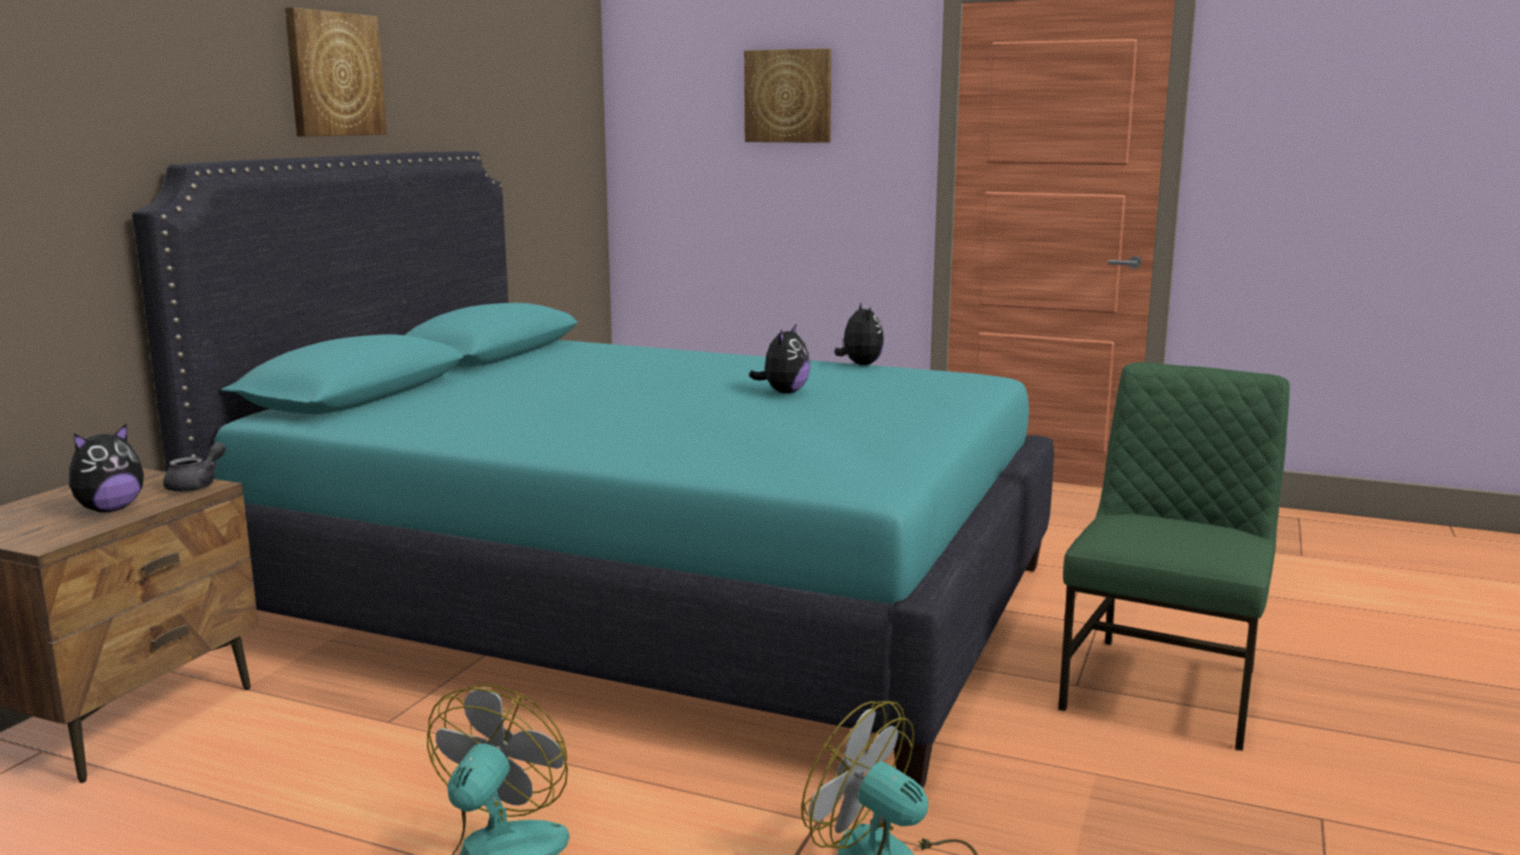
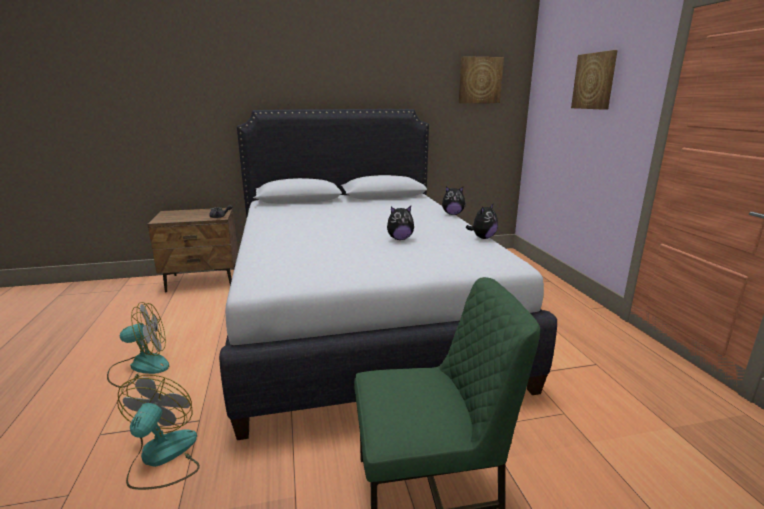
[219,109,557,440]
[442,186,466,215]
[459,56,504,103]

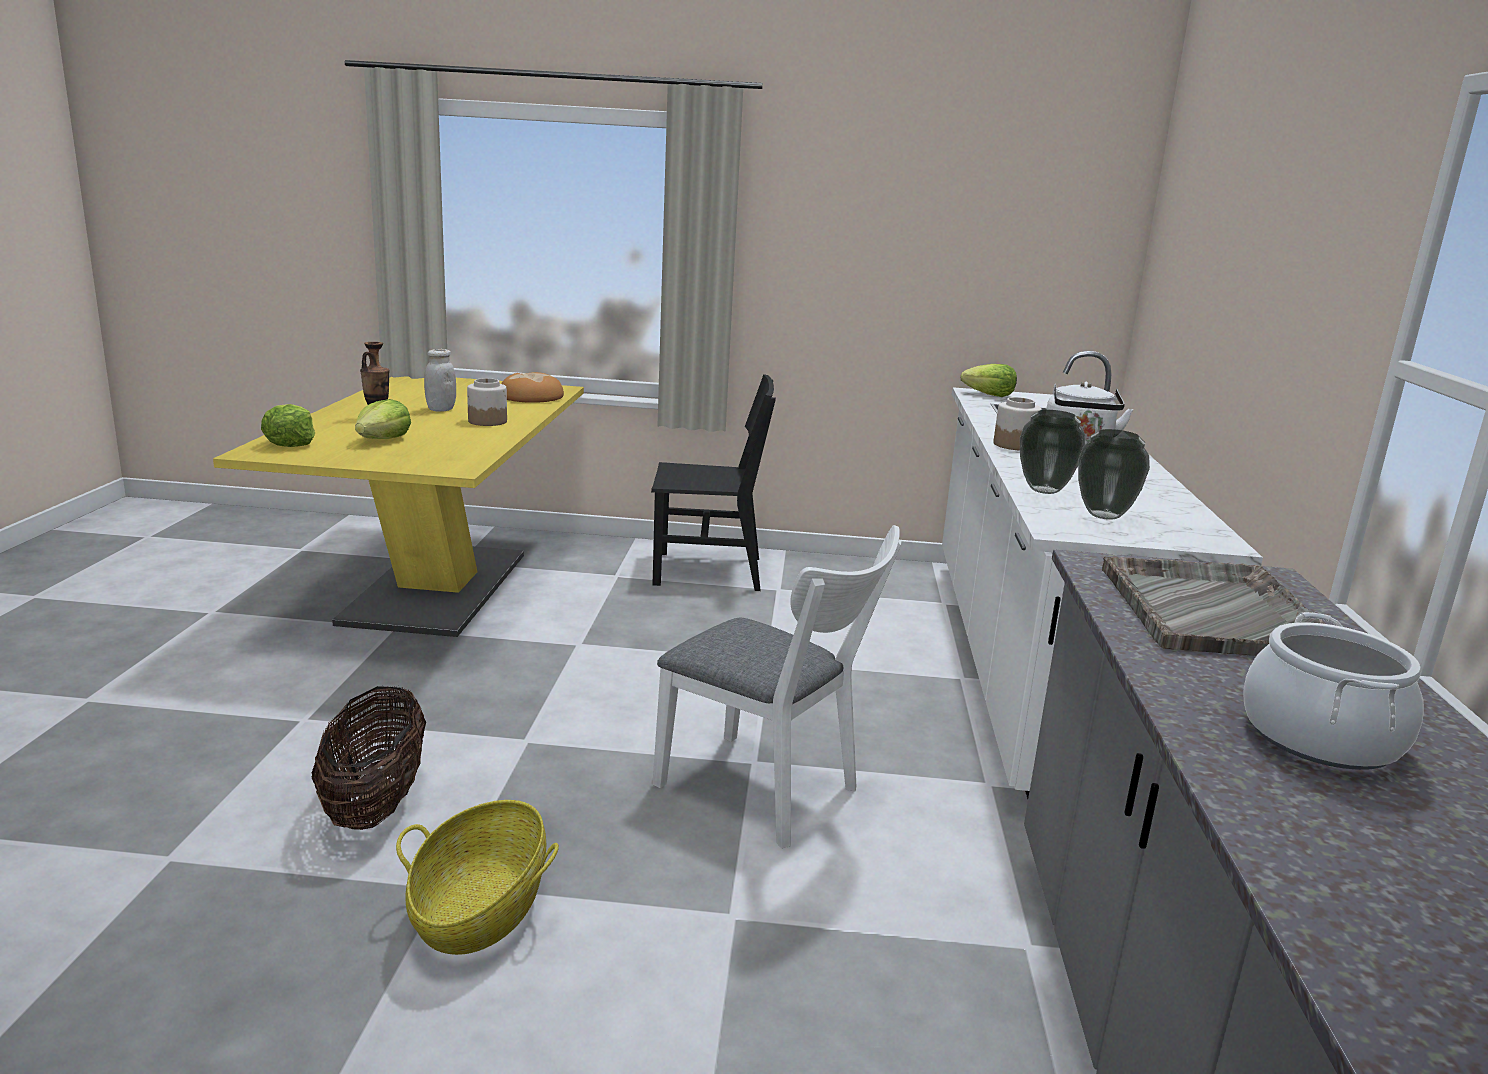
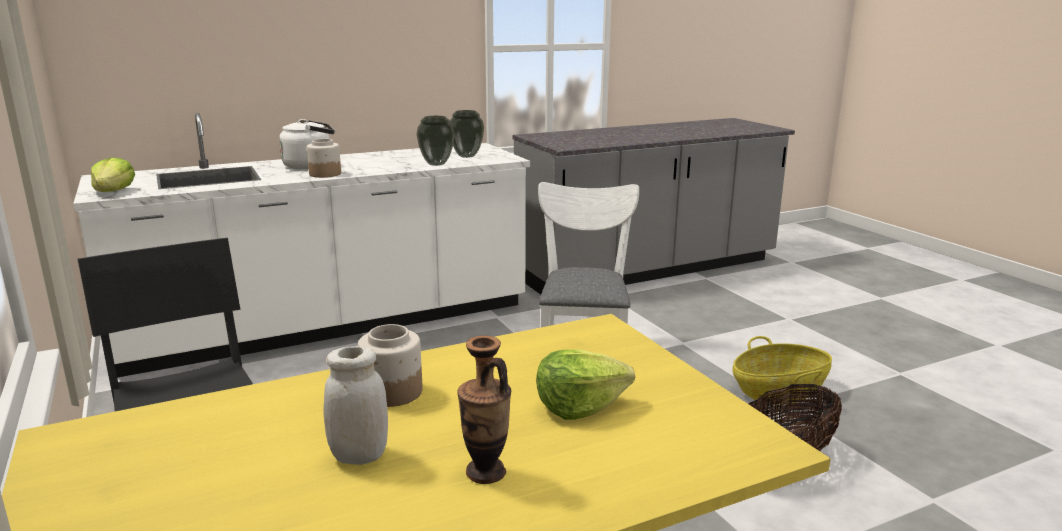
[261,404,315,447] (first image)
[501,372,564,403] (first image)
[1102,556,1325,656] (first image)
[1243,612,1424,770] (first image)

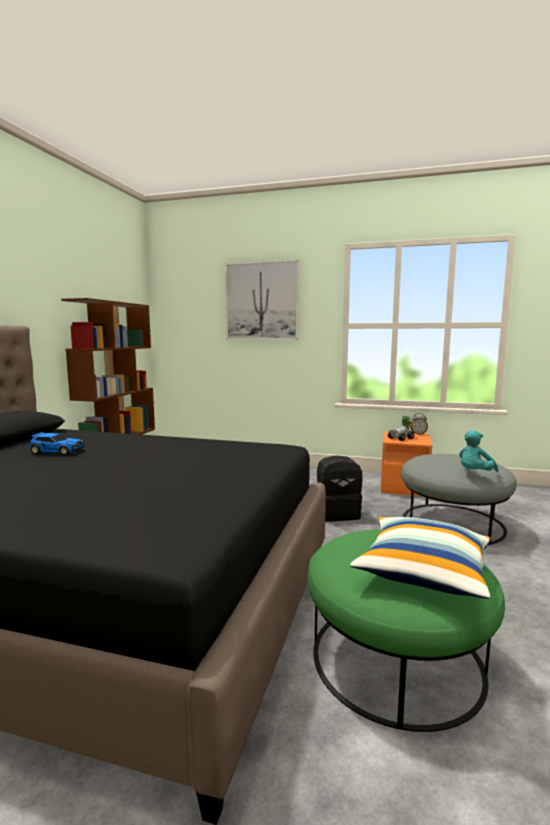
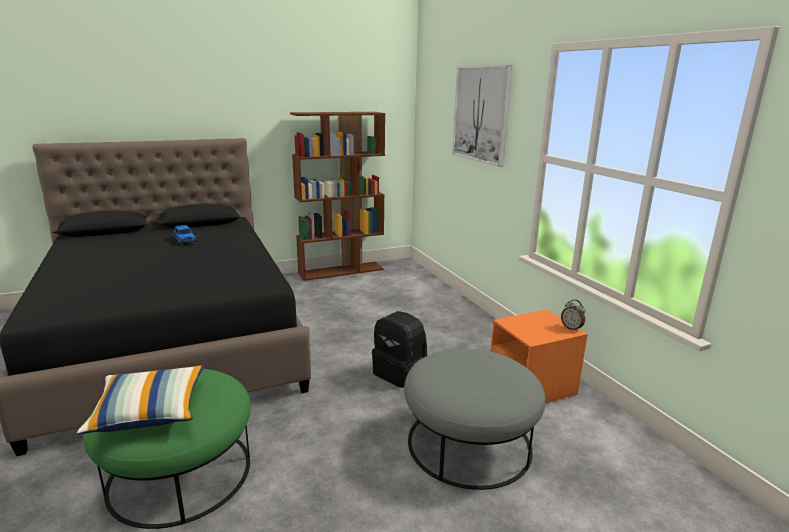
[388,416,415,441] (first image)
[459,430,498,472] (first image)

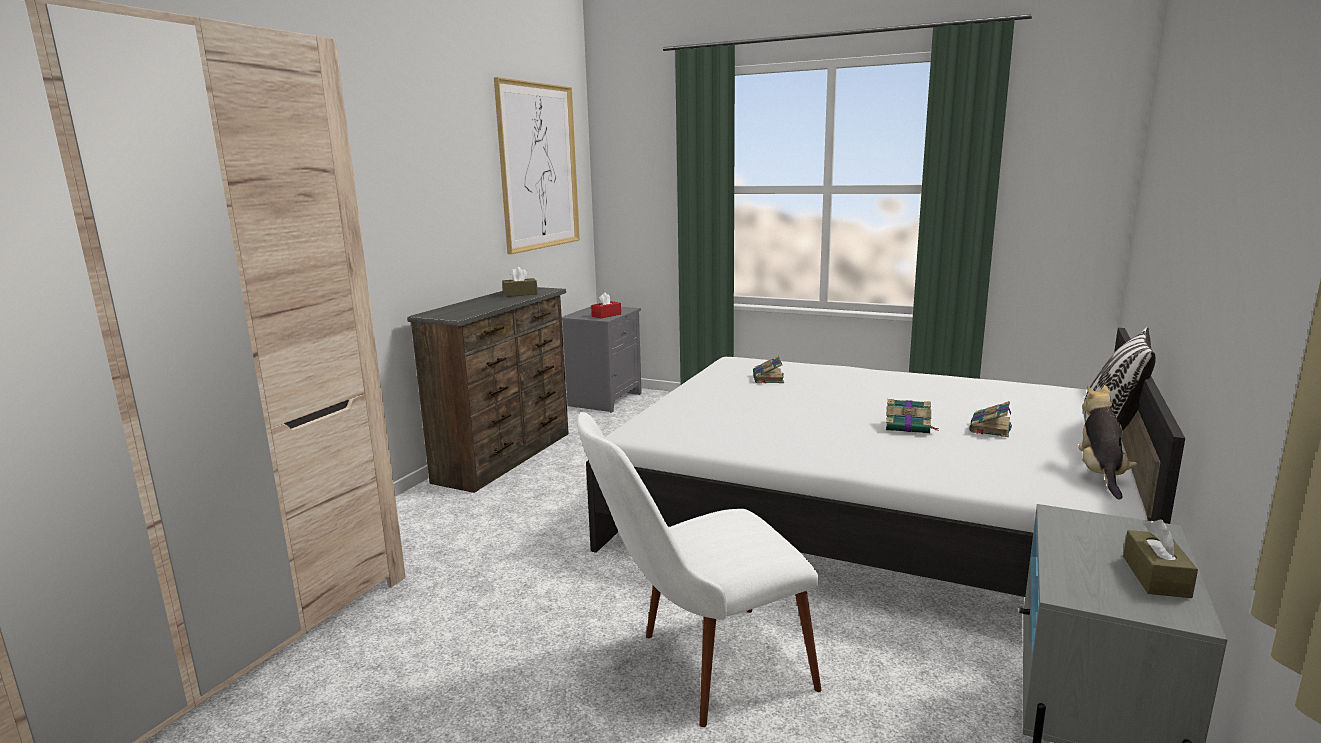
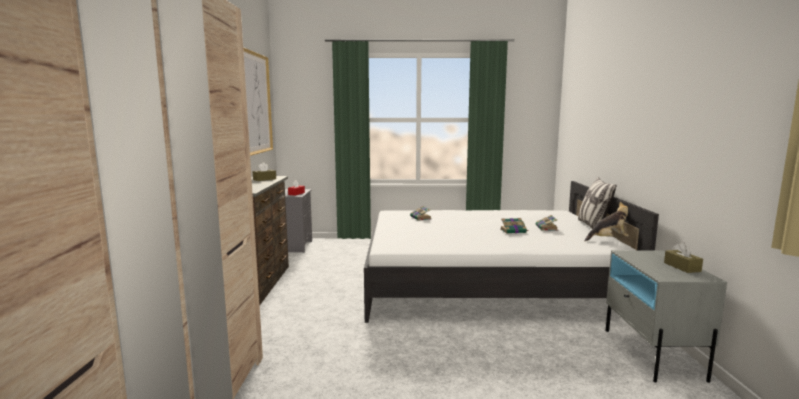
[585,202,629,241]
[577,412,821,727] (first image)

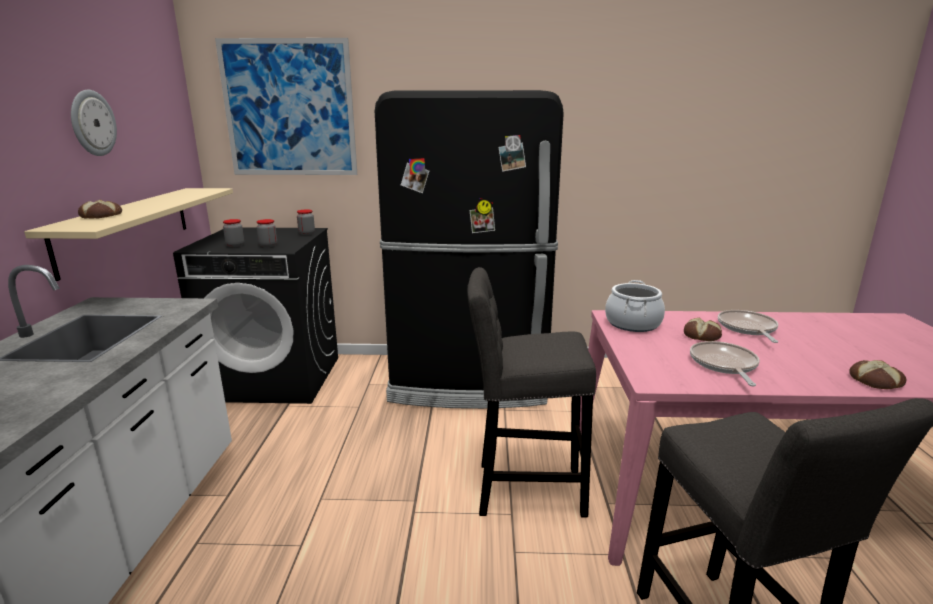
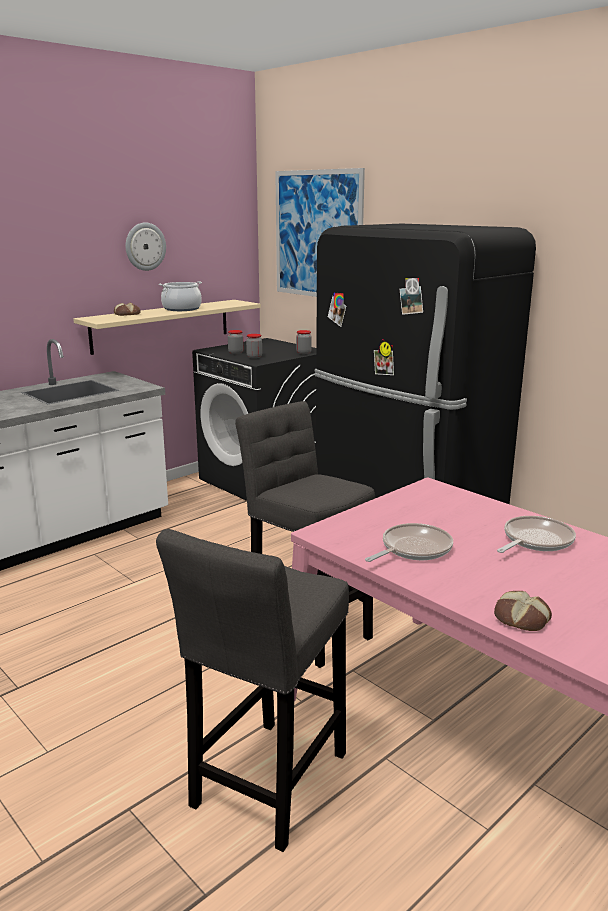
[159,281,202,311]
[684,317,722,341] (first image)

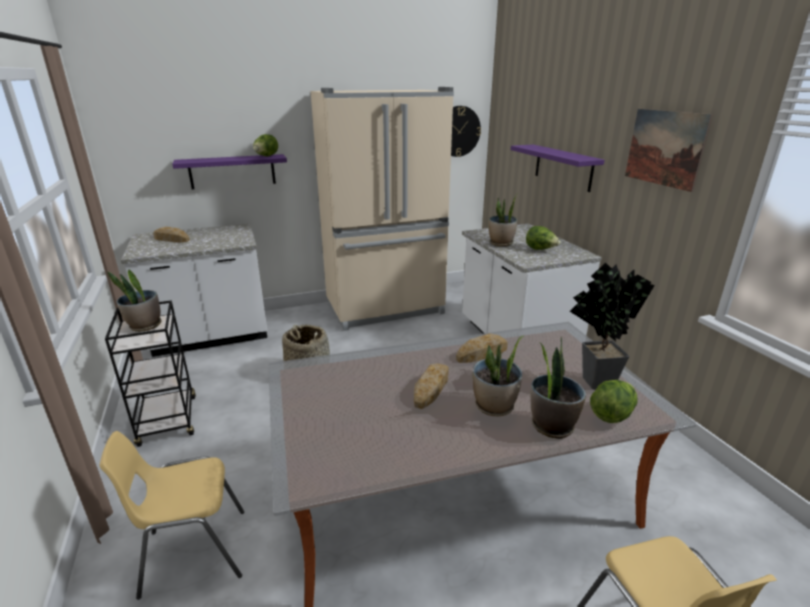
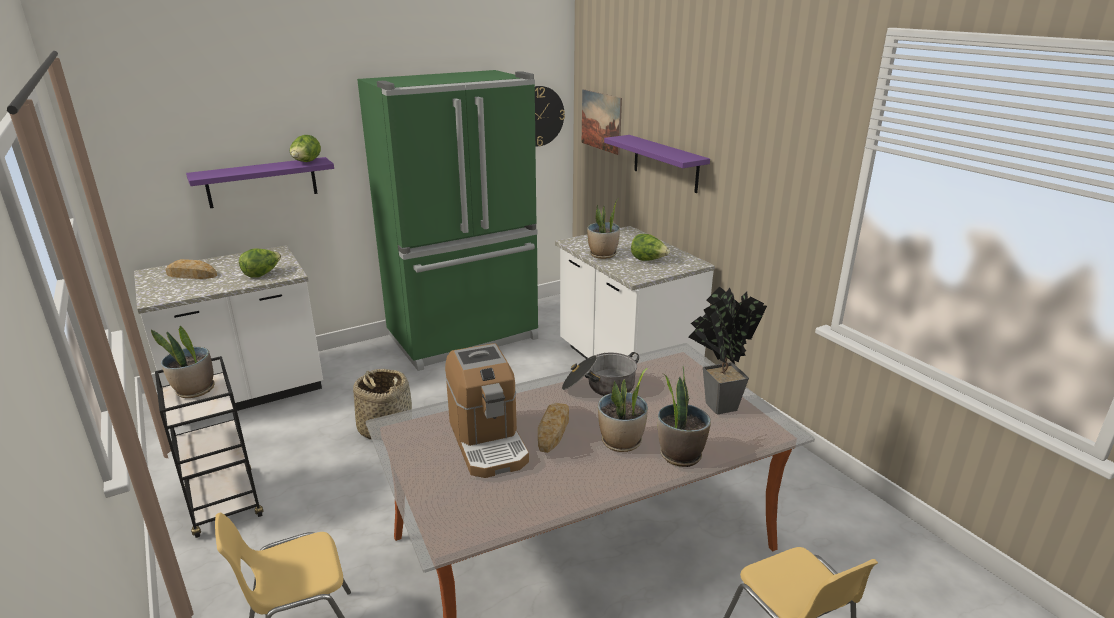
[239,248,281,278]
[357,70,538,371]
[445,343,529,478]
[562,352,639,396]
[582,89,622,155]

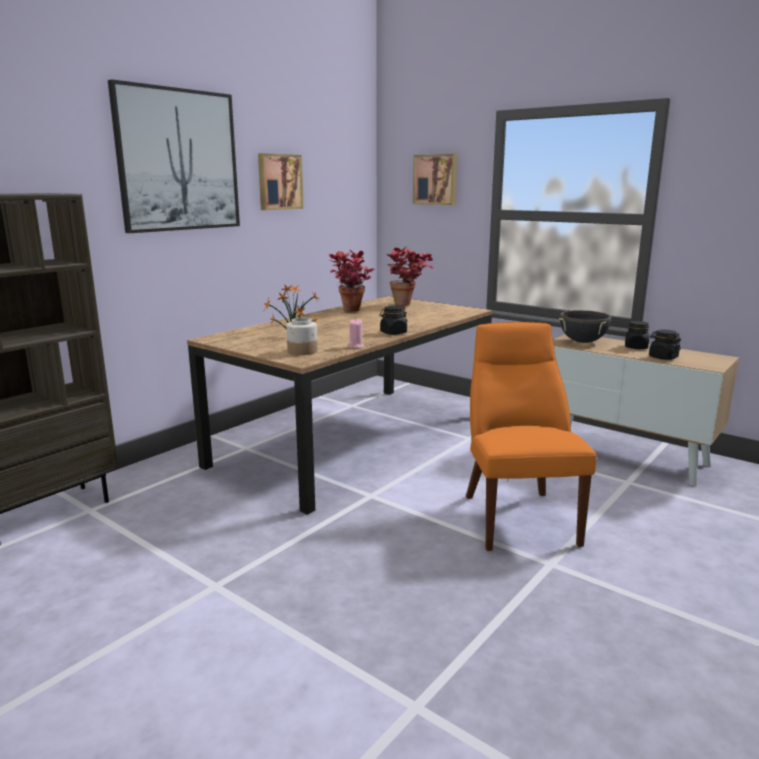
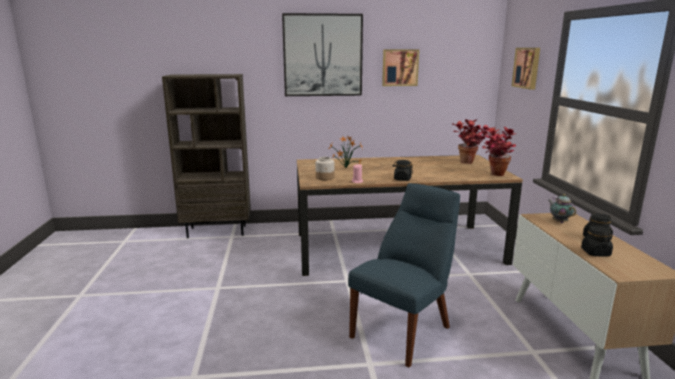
[348,183,460,368]
[482,127,516,176]
[548,194,576,223]

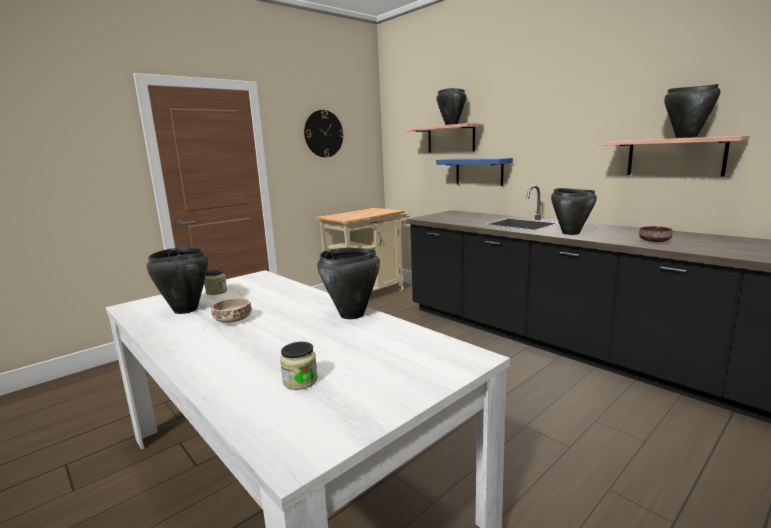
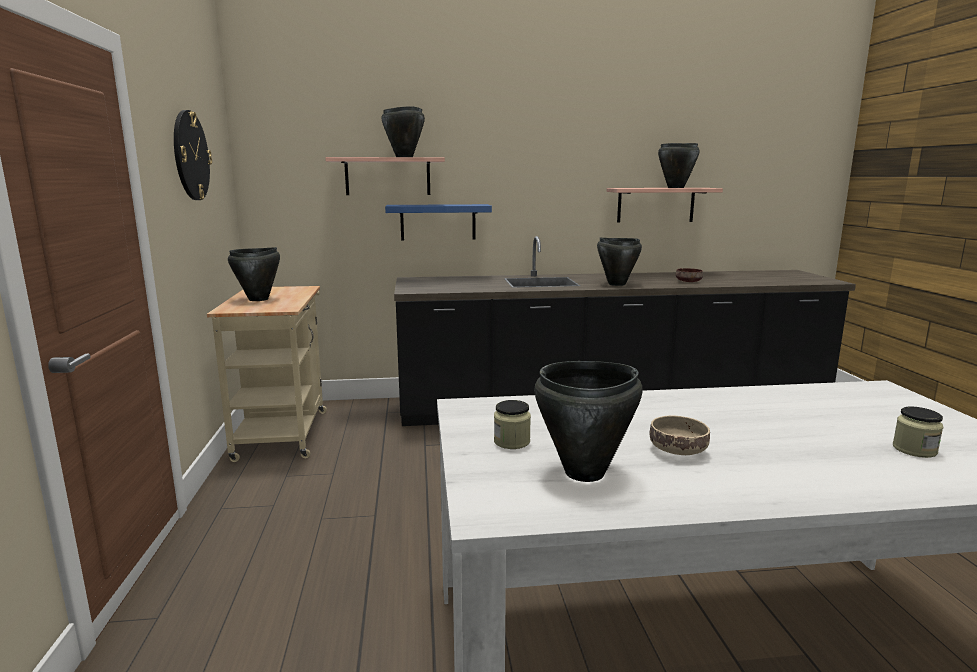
[228,247,280,301]

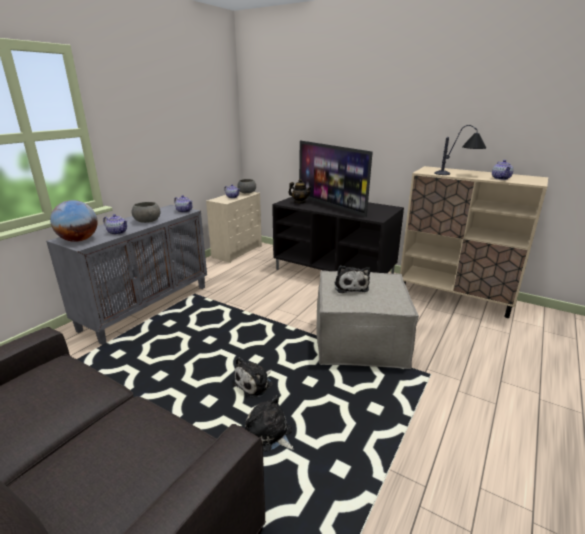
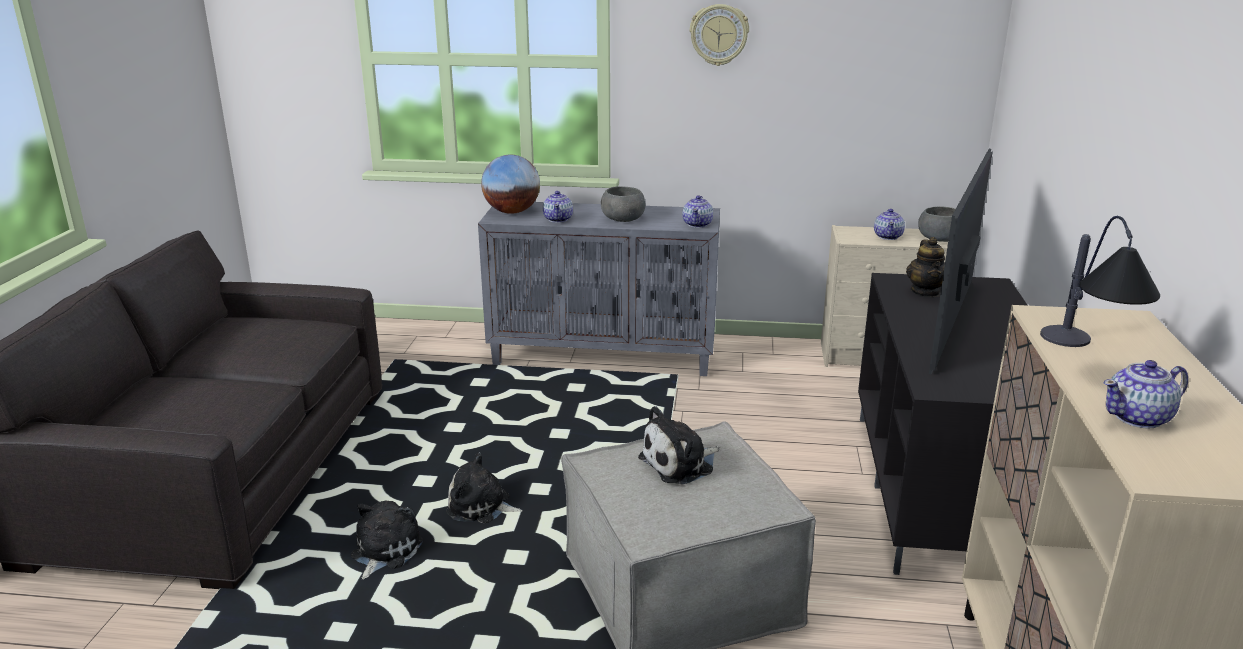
[690,4,749,66]

